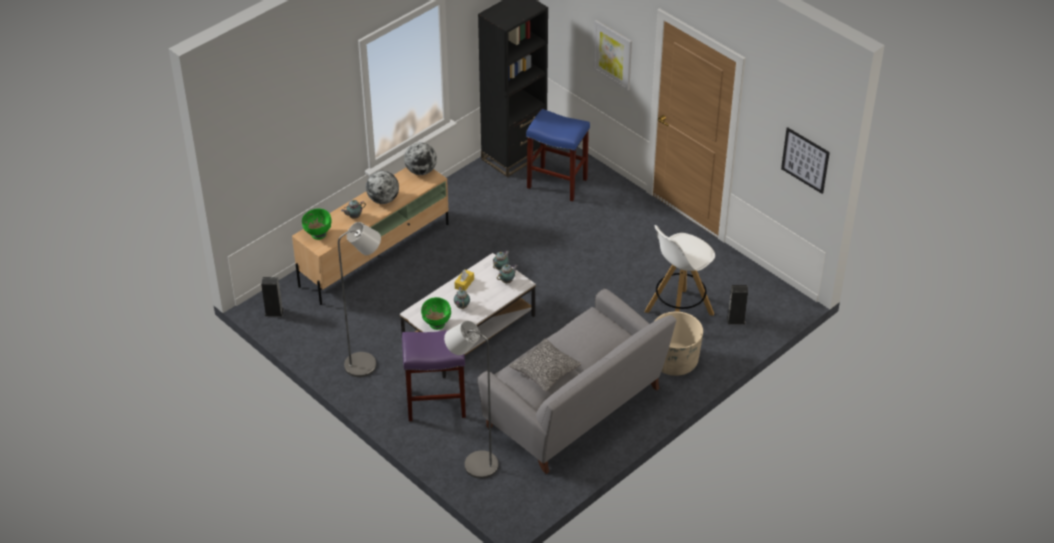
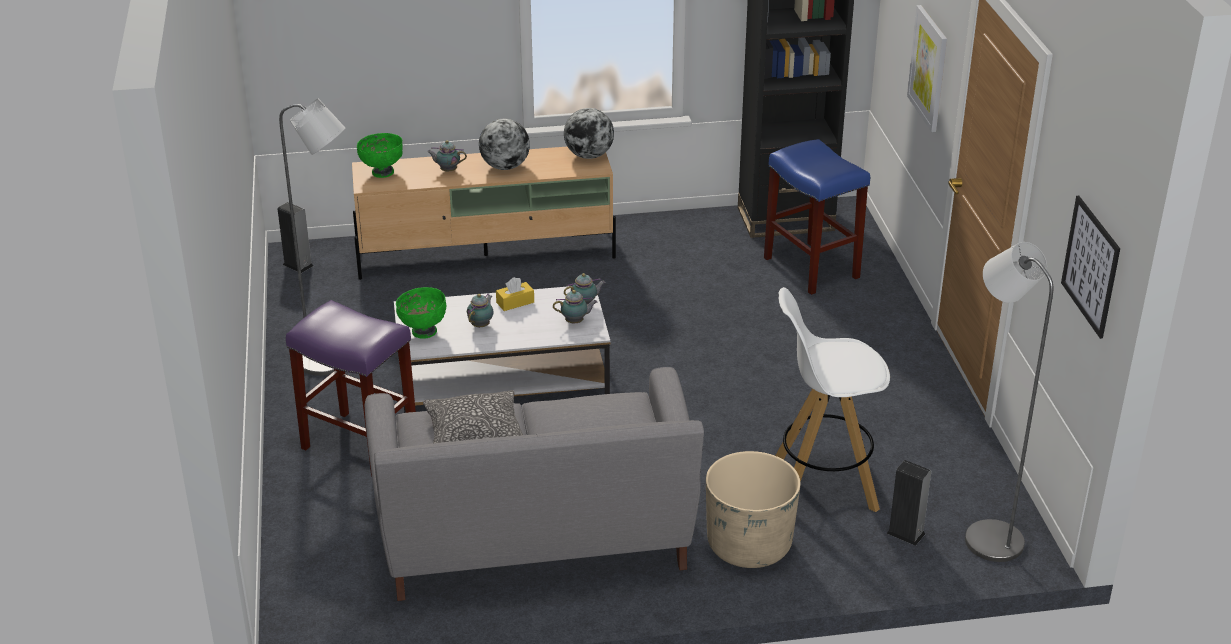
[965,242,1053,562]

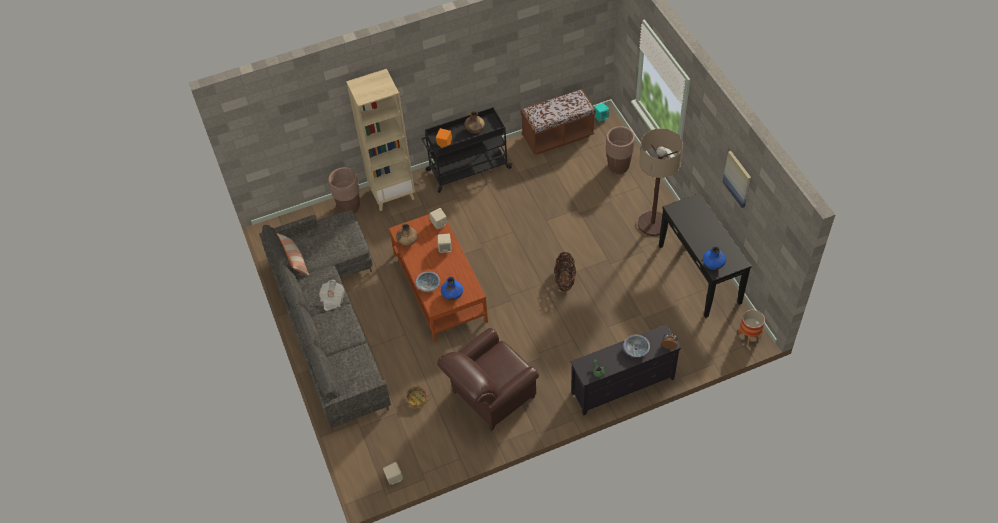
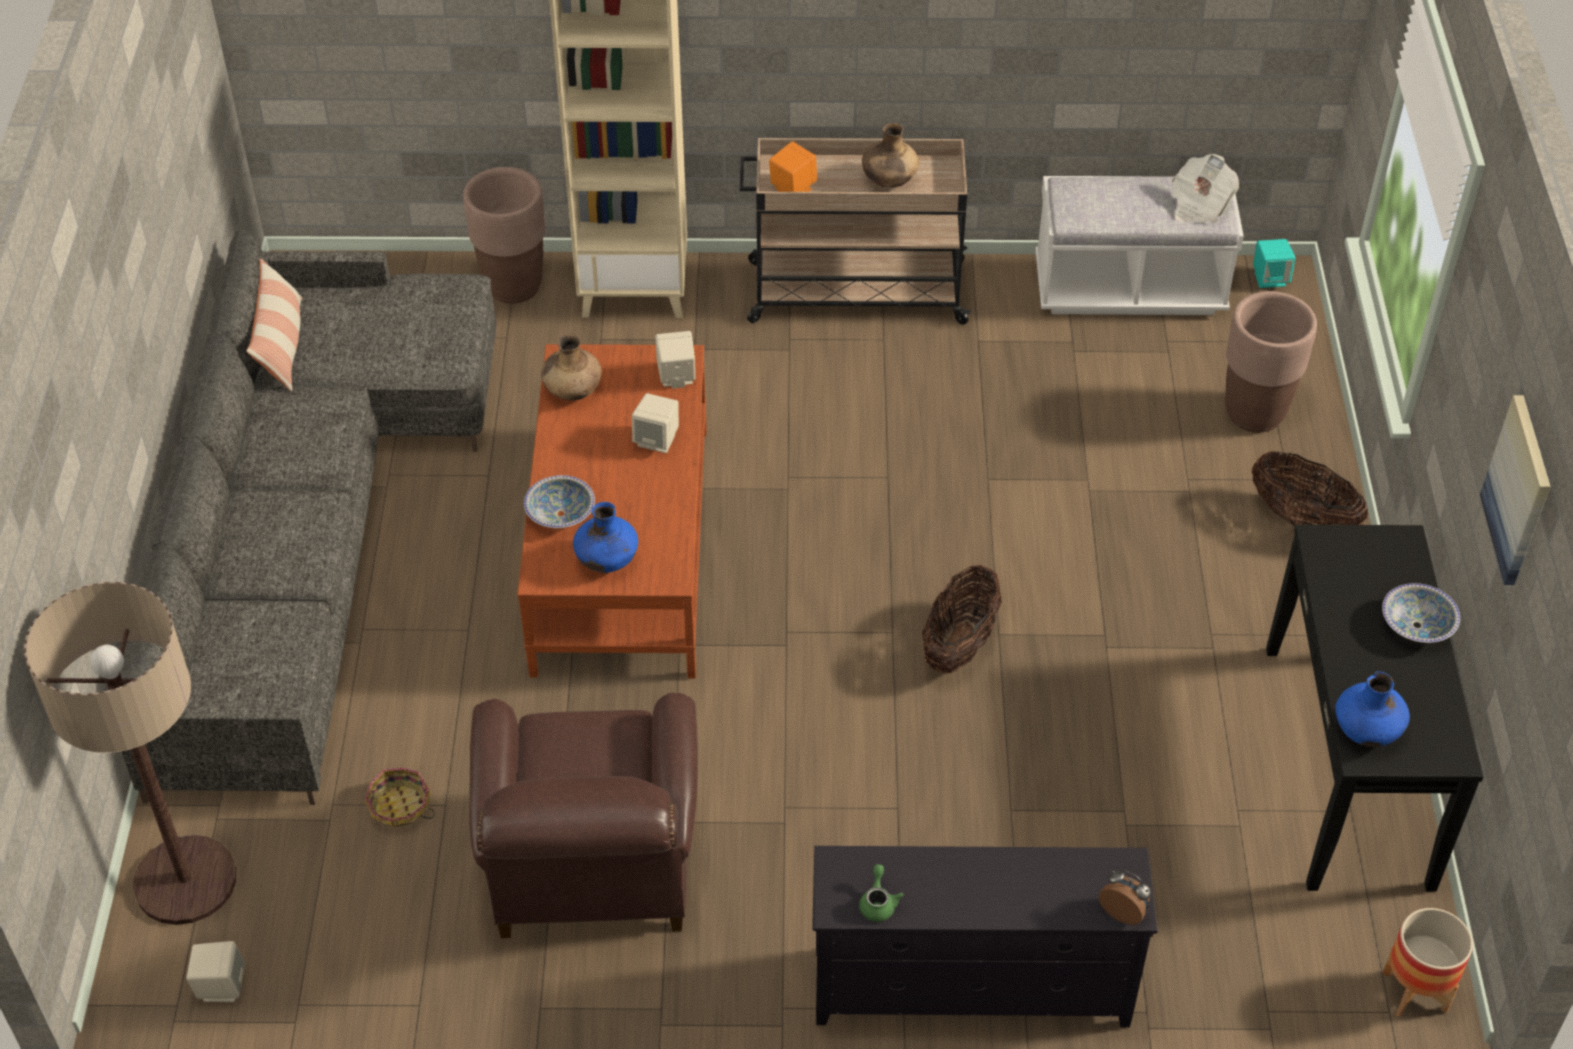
[24,582,236,925]
[469,692,698,938]
[740,138,972,325]
[1035,176,1244,315]
[1171,154,1239,223]
[1252,451,1368,526]
[1382,583,1460,643]

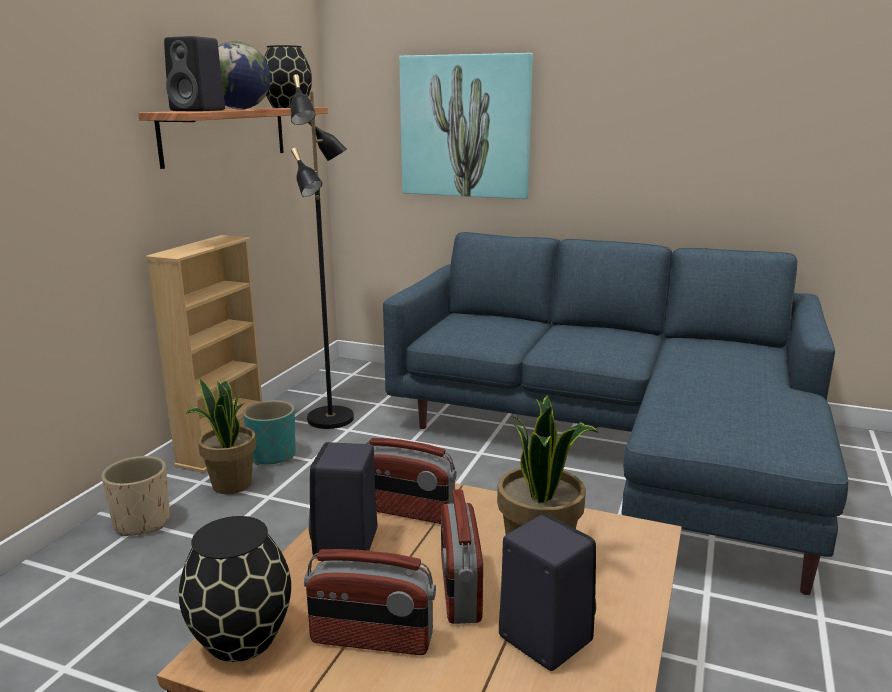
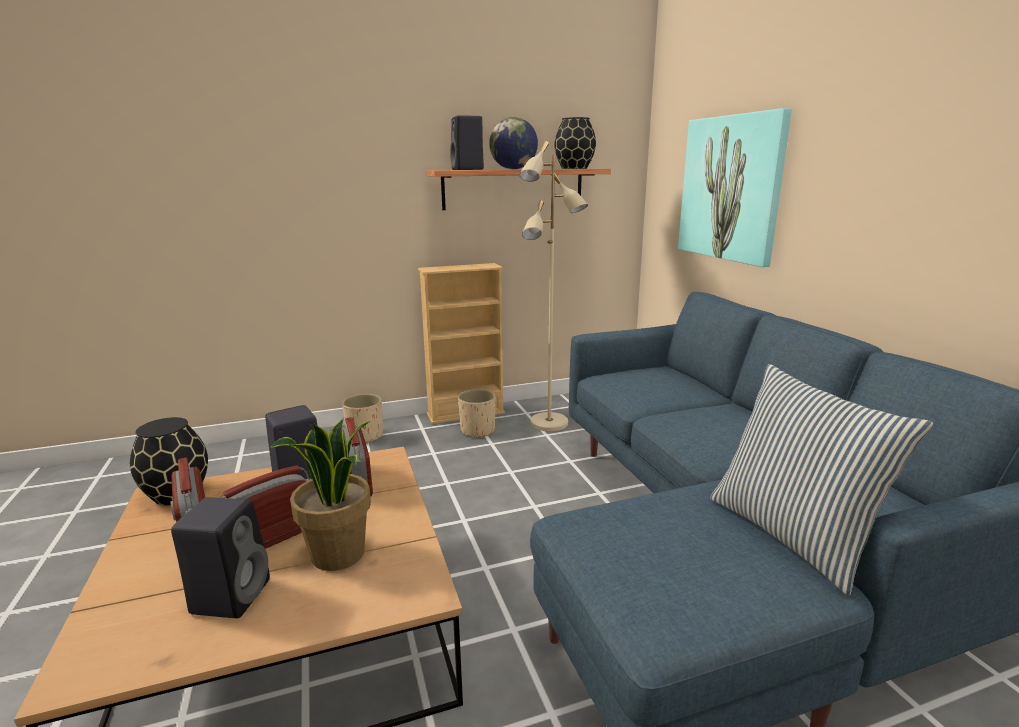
[458,389,496,438]
[519,141,588,431]
[710,364,933,596]
[186,378,256,494] (first image)

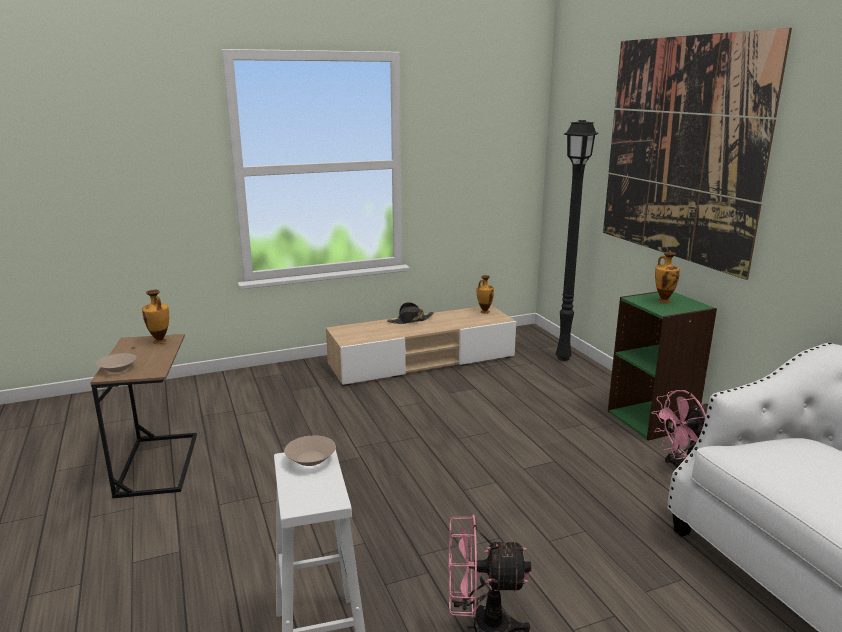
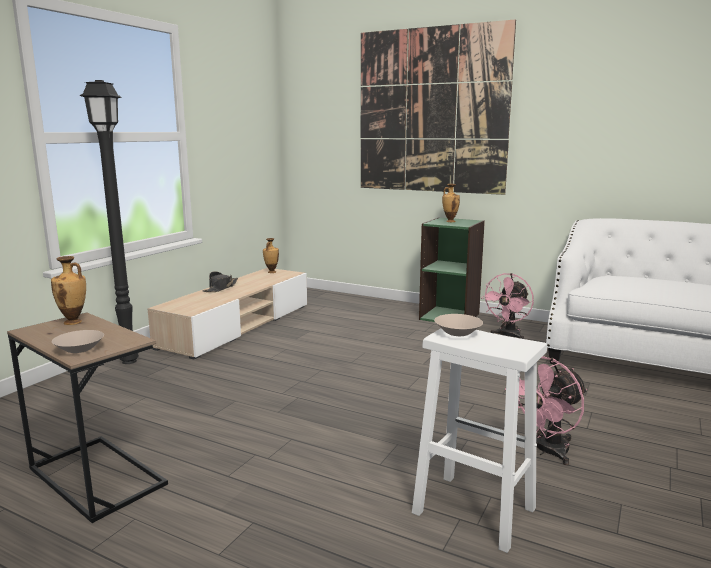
[79,80,139,364]

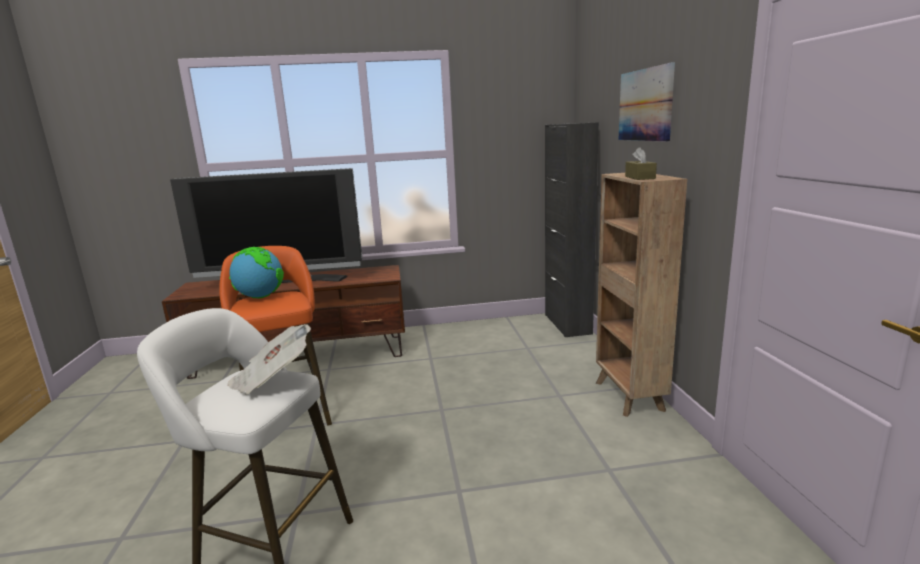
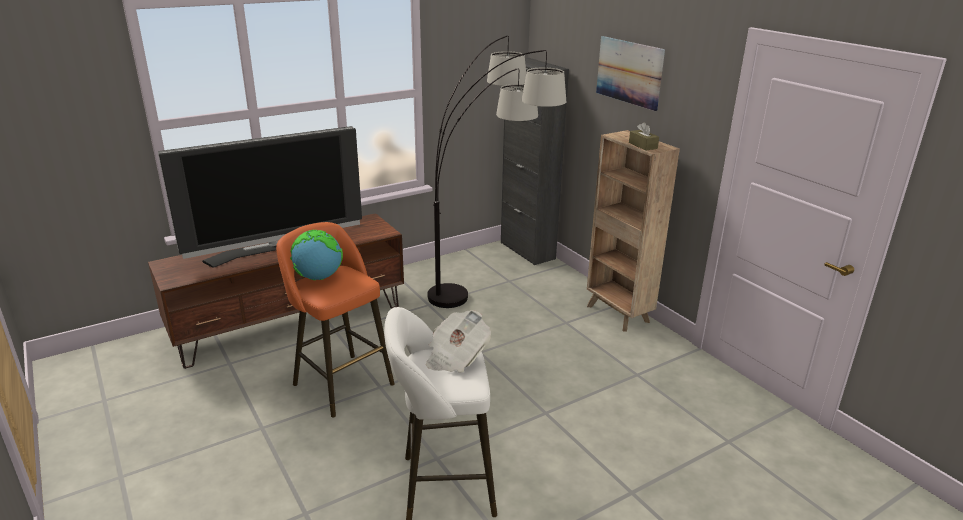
[427,36,566,308]

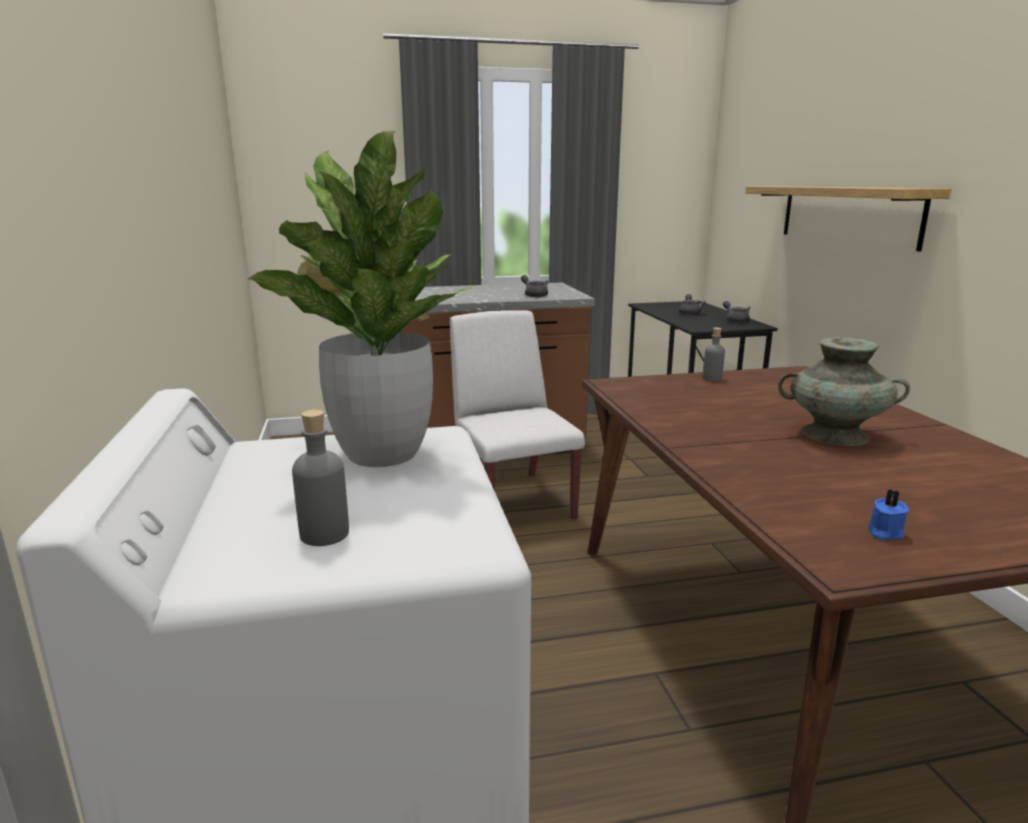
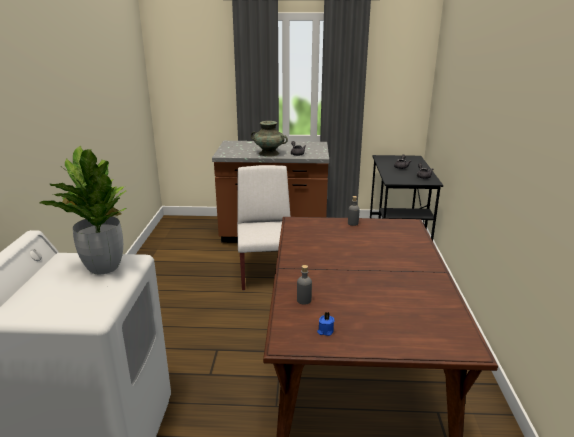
[251,121,288,157]
[297,265,312,305]
[745,186,951,251] (first image)

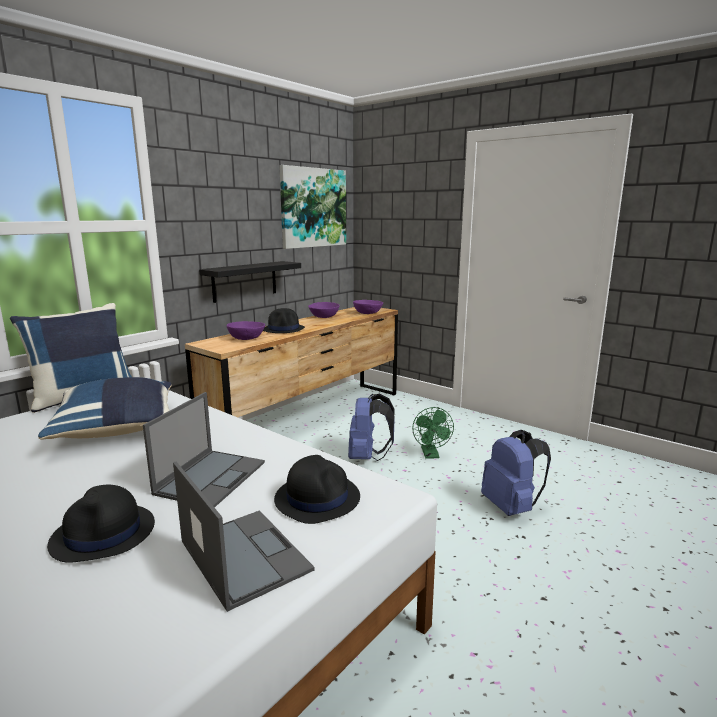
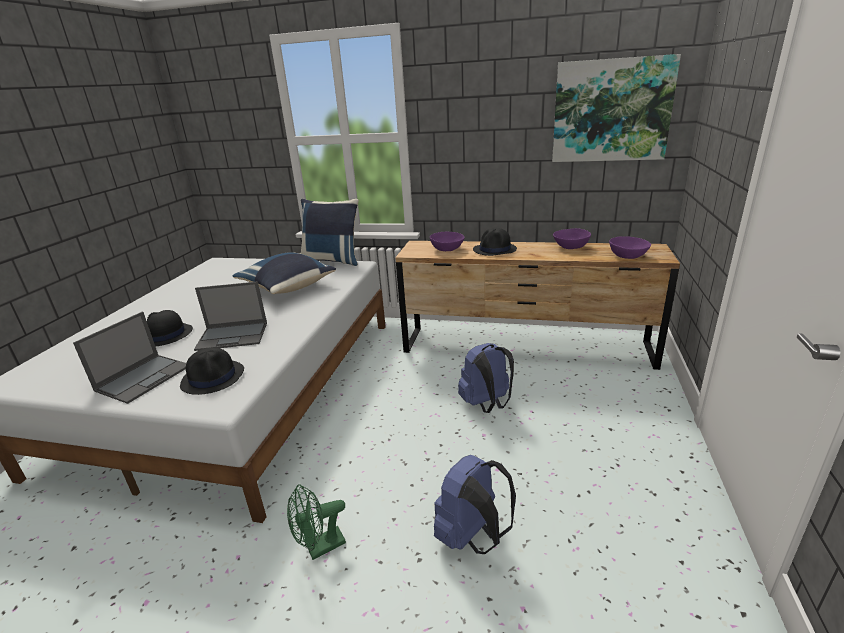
[287,484,346,560]
[199,261,301,303] (first image)

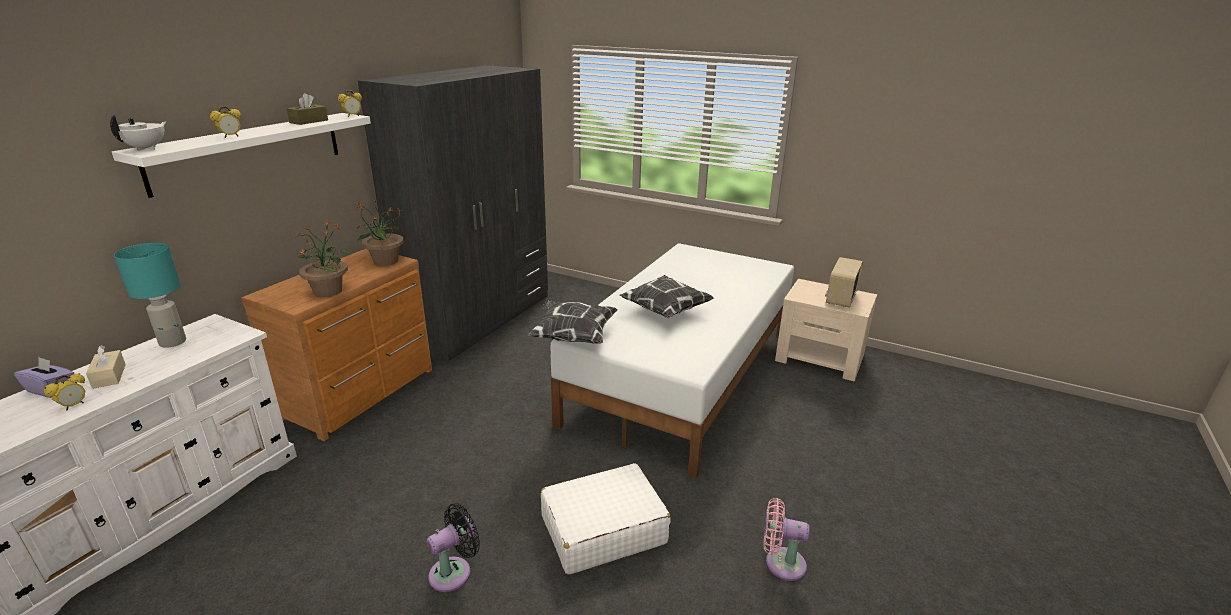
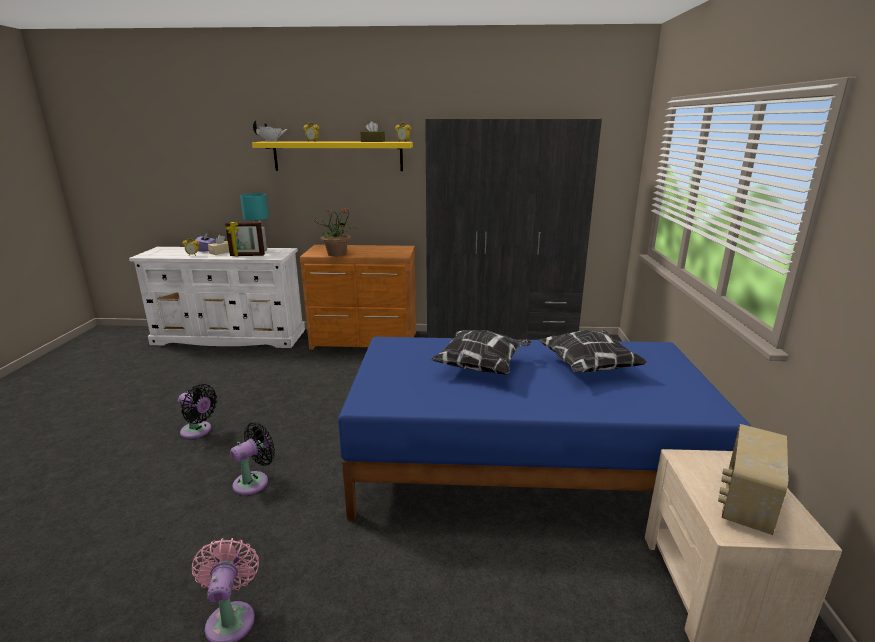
[225,222,265,257]
[230,422,275,495]
[252,141,413,171]
[338,337,752,521]
[539,330,647,372]
[718,424,788,535]
[356,199,404,266] (first image)

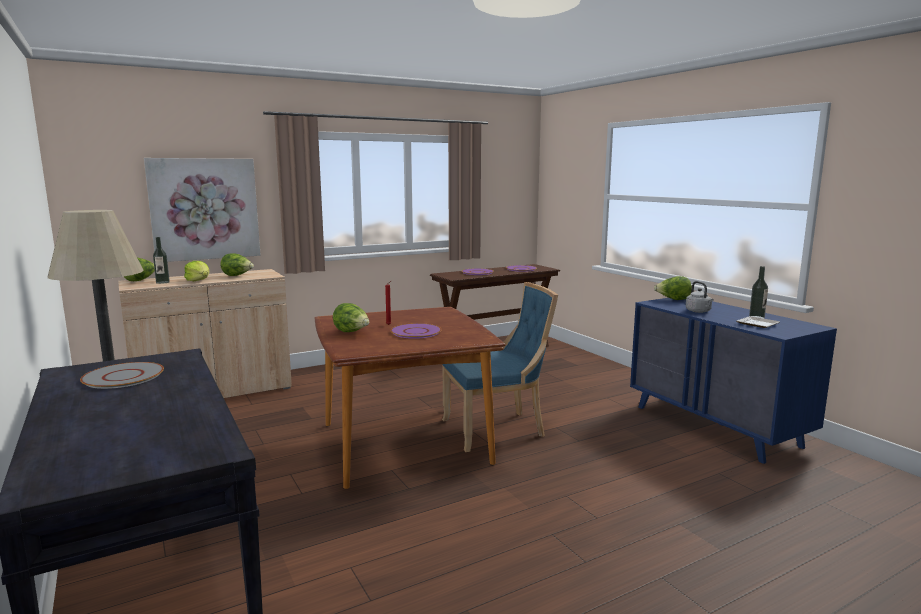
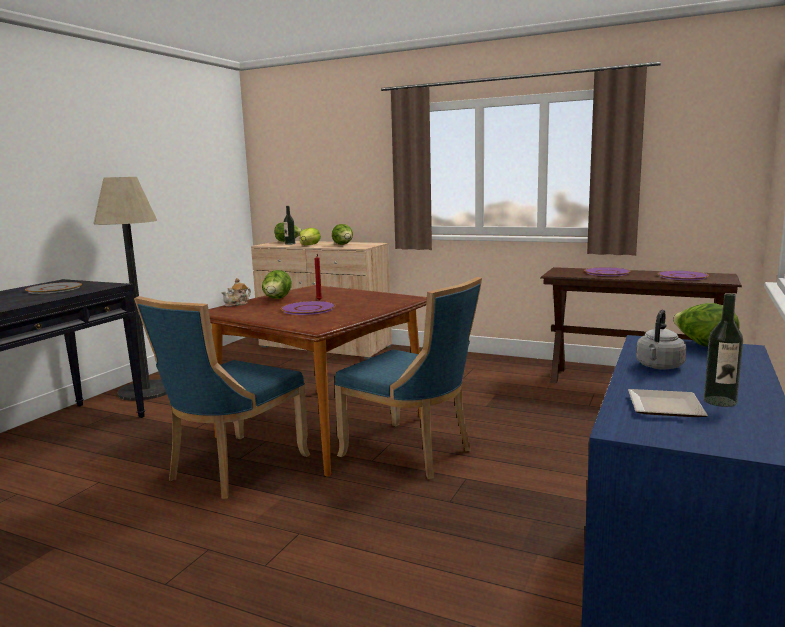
[134,296,311,499]
[221,278,251,307]
[144,158,261,262] (first image)

